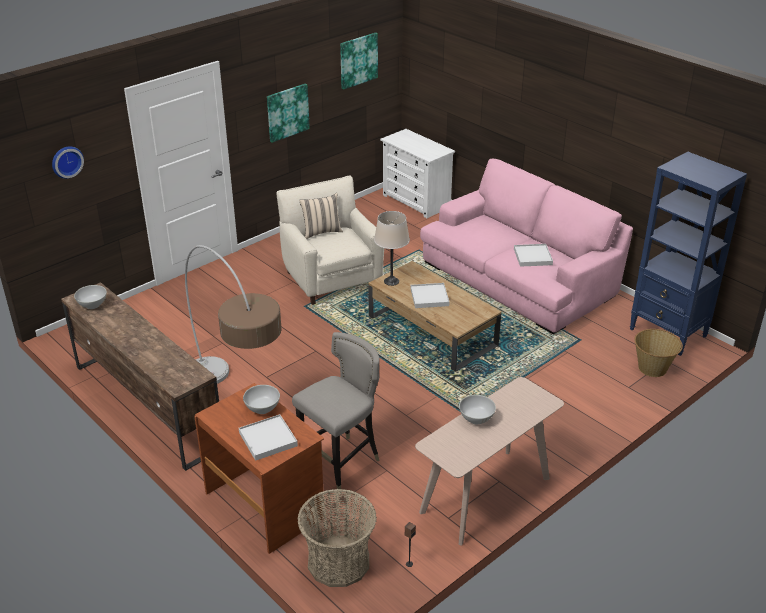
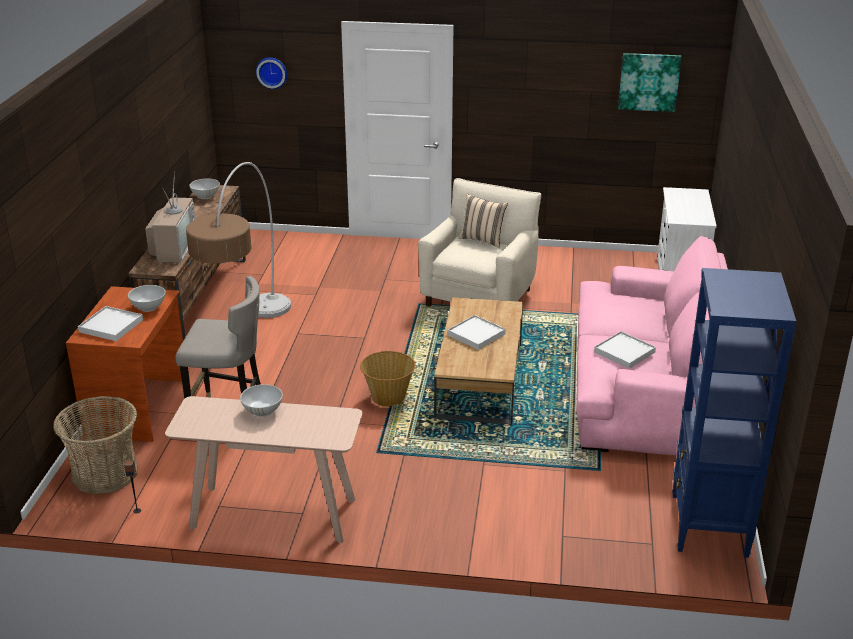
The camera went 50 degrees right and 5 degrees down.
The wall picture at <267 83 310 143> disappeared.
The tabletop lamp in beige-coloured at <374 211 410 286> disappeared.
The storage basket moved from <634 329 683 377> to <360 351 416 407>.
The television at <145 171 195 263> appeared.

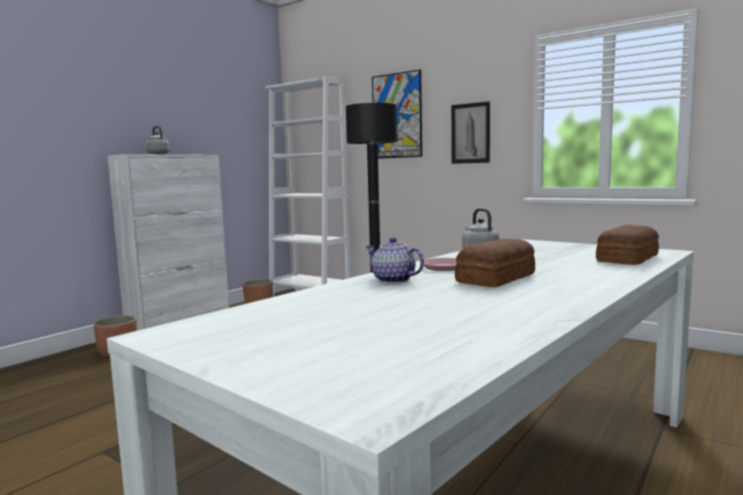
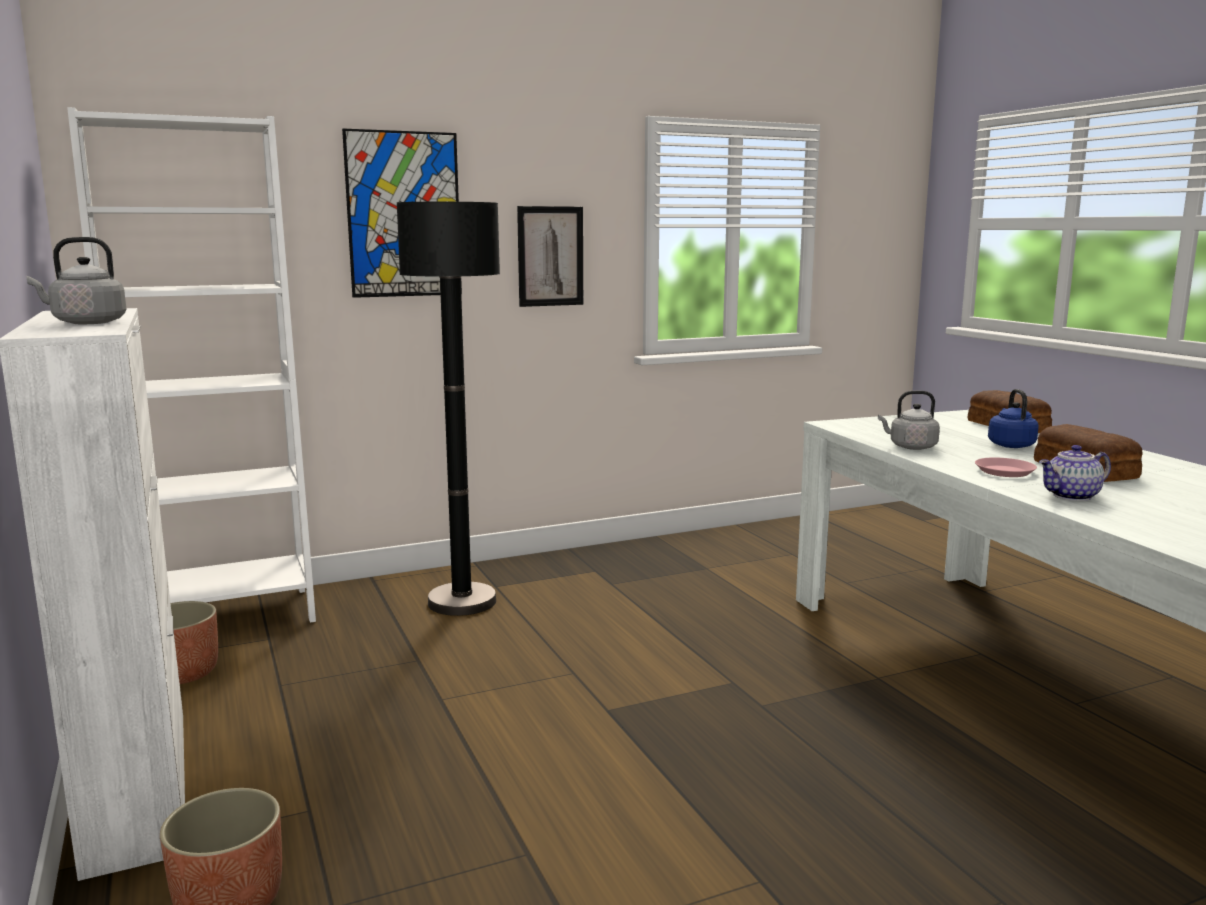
The camera went 60 degrees left and 5 degrees up.
The water kettle in blue at <988 389 1039 448> appeared.

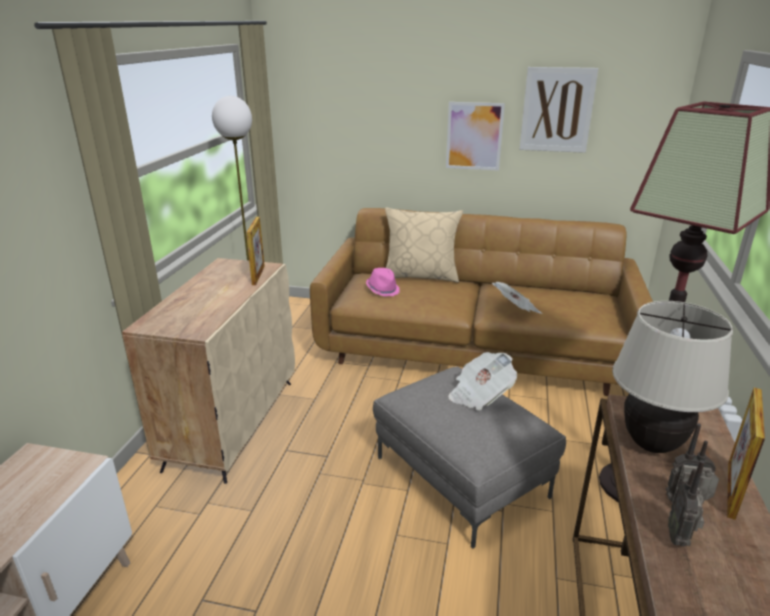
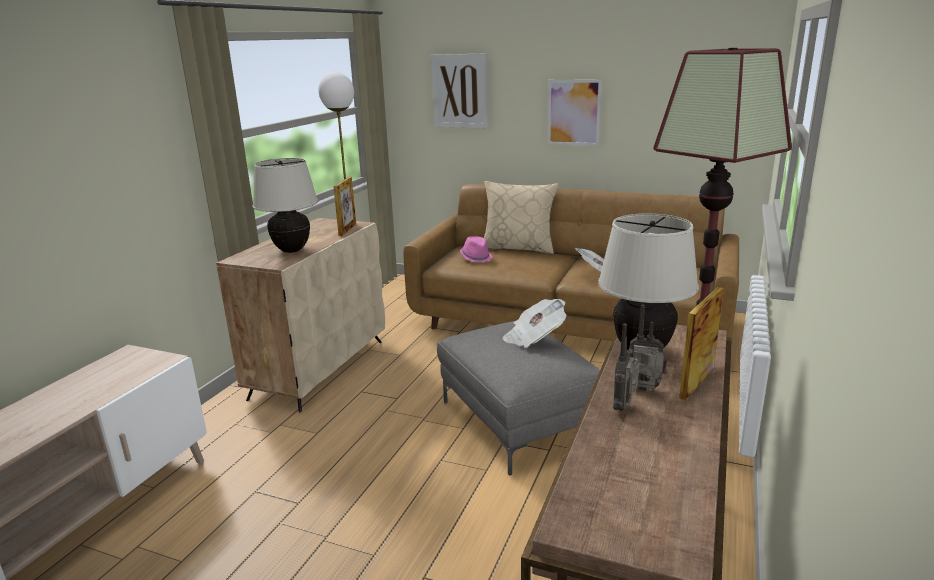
The camera went 10 degrees right and 5 degrees down.
The wall picture moved from <520 67 598 153> to <431 53 488 128>.
The tabletop lamp in beige-coloured at <253 158 318 253> appeared.

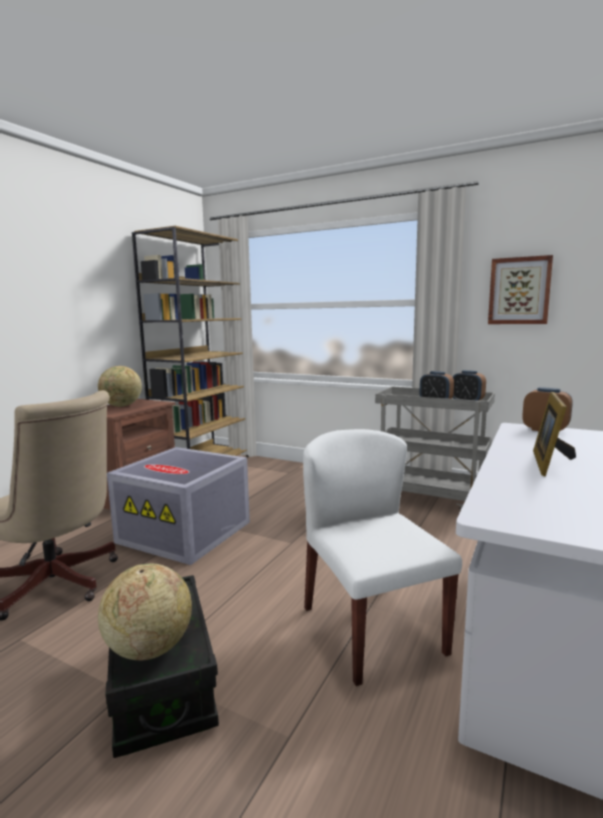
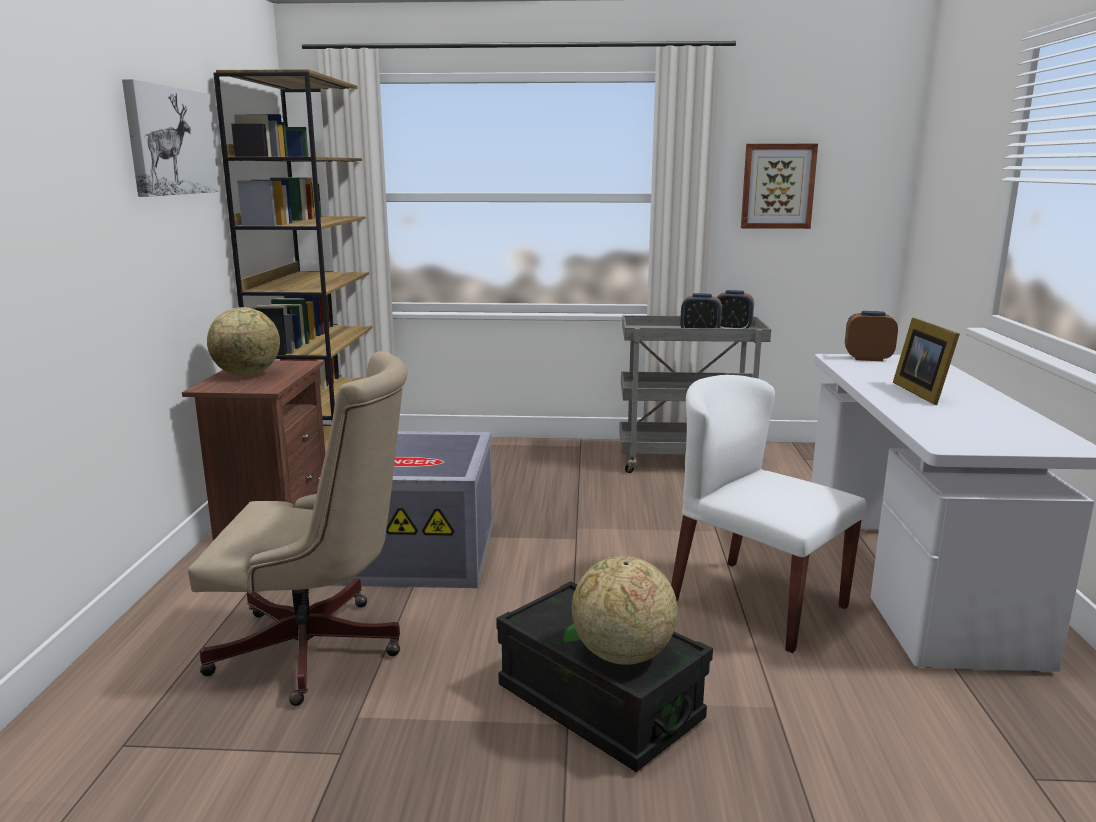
The camera went 25 degrees left and 5 degrees up.
The wall picture at <122 79 219 197> appeared.

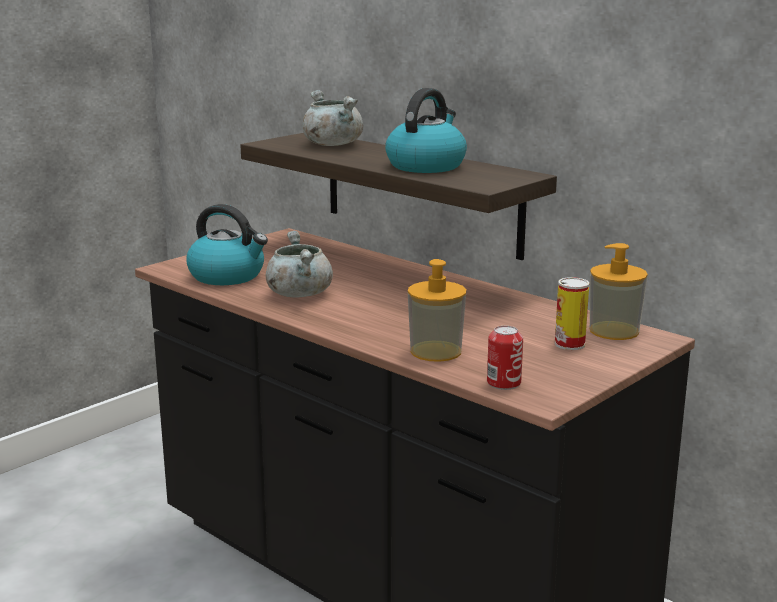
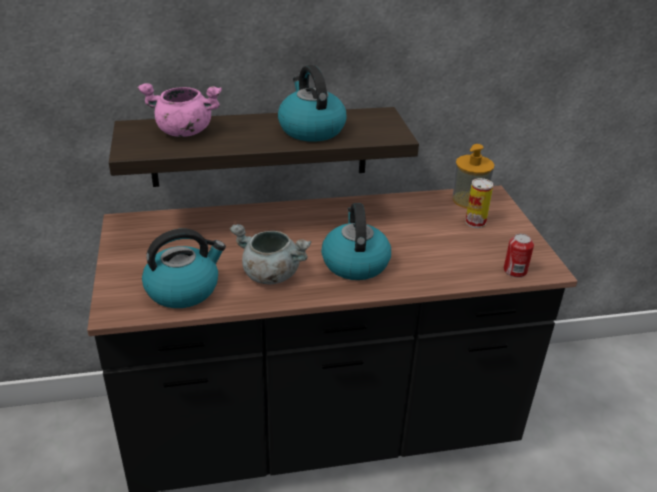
The camera went 55 degrees left and 15 degrees up.
The cooking pot in grey at <303 90 363 146> became the cooking pot in pinkish at <137 83 222 137>.
The soap dispenser at <408 259 466 362> disappeared.
The water kettle at <321 203 391 280> appeared.

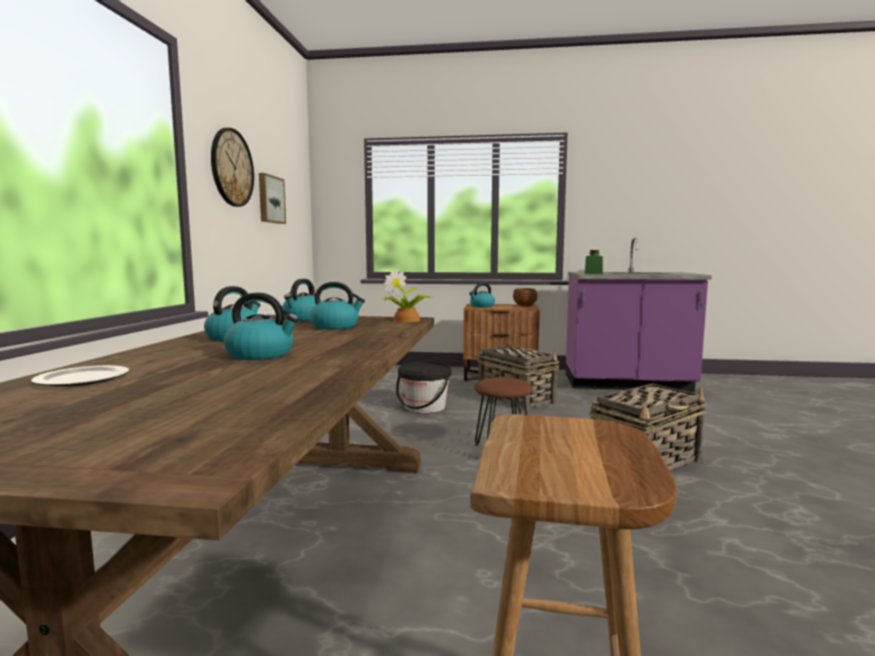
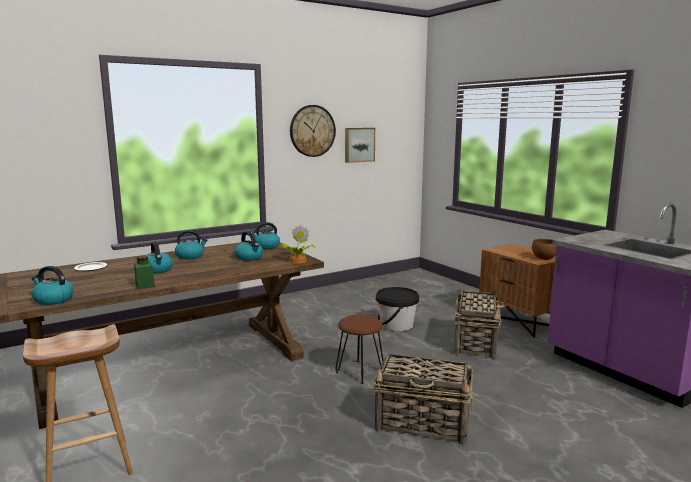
The camera went 50 degrees right and 5 degrees up.
The preserve jar in green moved from <585 250 603 274> to <134 256 155 289>.
The water kettle moved from <469 283 495 308> to <31 266 74 305>.

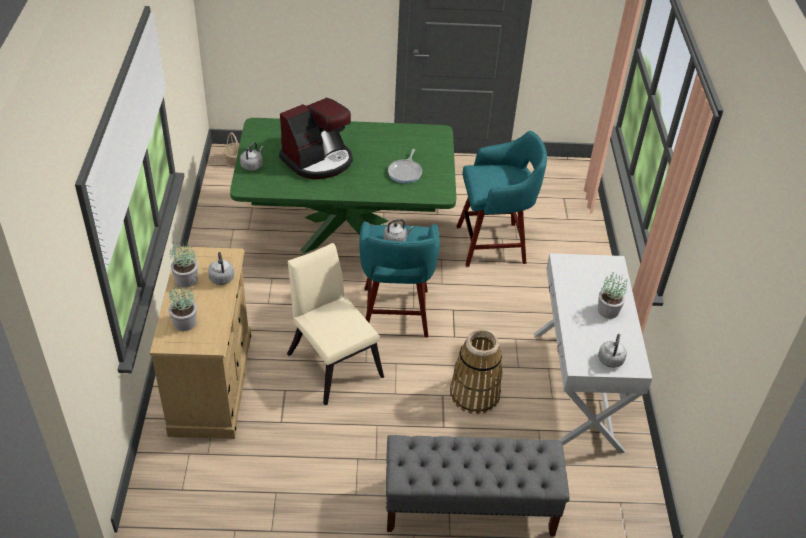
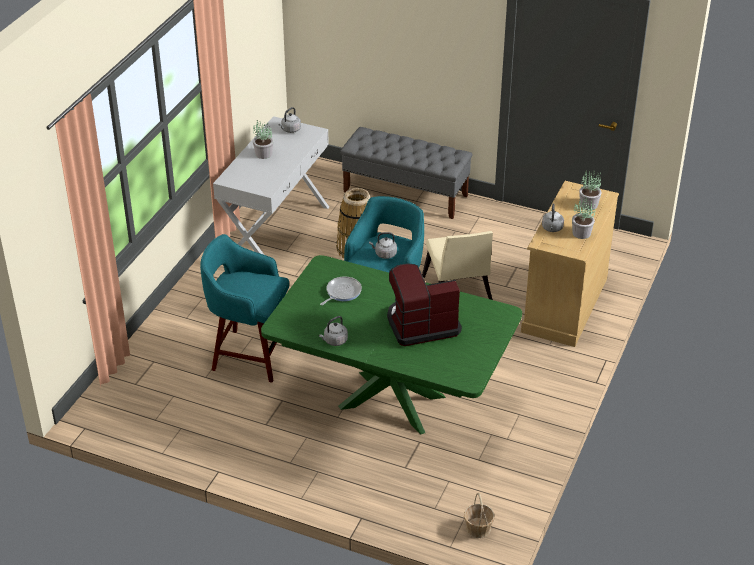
The camera went 155 degrees left and 5 degrees down.
The water kettle in grey moved from <240 142 264 171> to <319 316 348 346>.

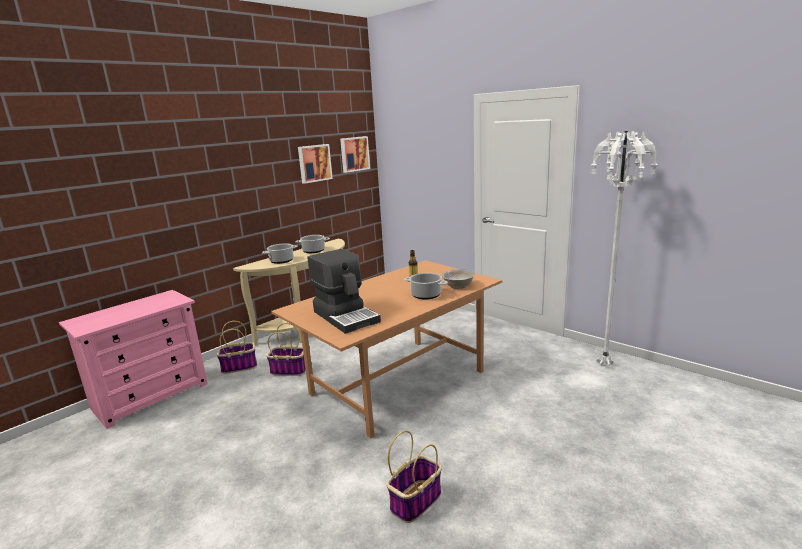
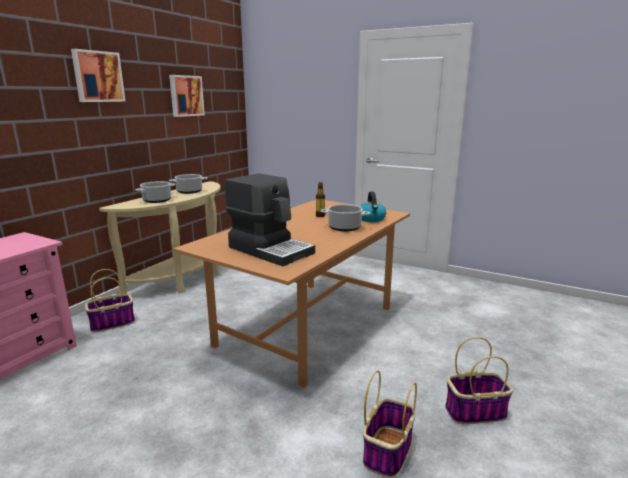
The camera went 15 degrees left and 0 degrees up.
The standing lamp in whitish at <591 131 658 367> disappeared.
The wall picture moved from <340 136 370 173> to <71 49 126 102>.
The deep dish in whitish at <442 269 475 289> was replaced by the water kettle at <360 191 386 222>.
The storage basket moved from <266 323 306 376> to <445 337 513 424>.

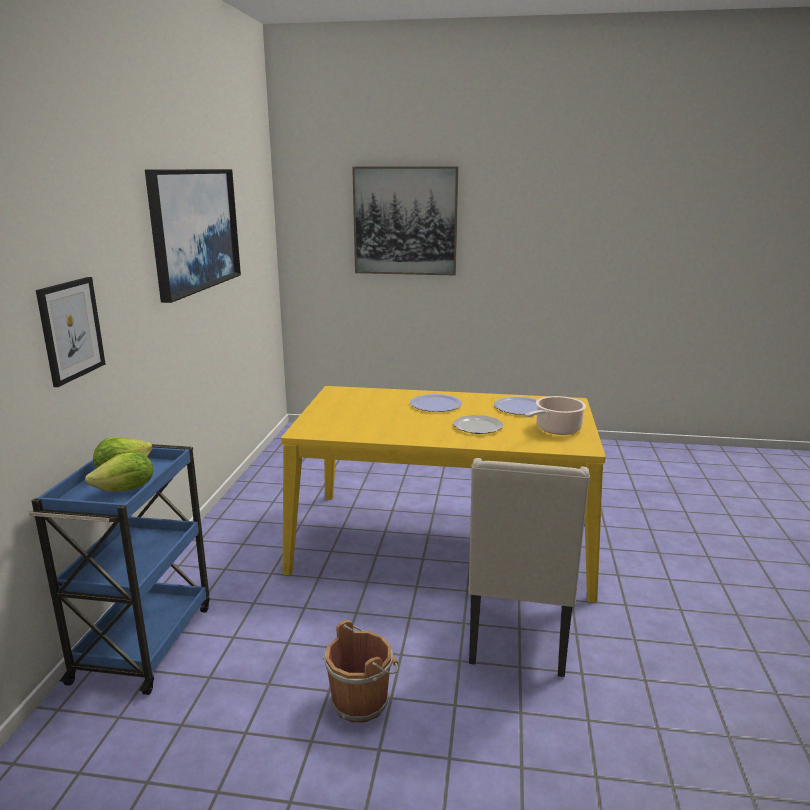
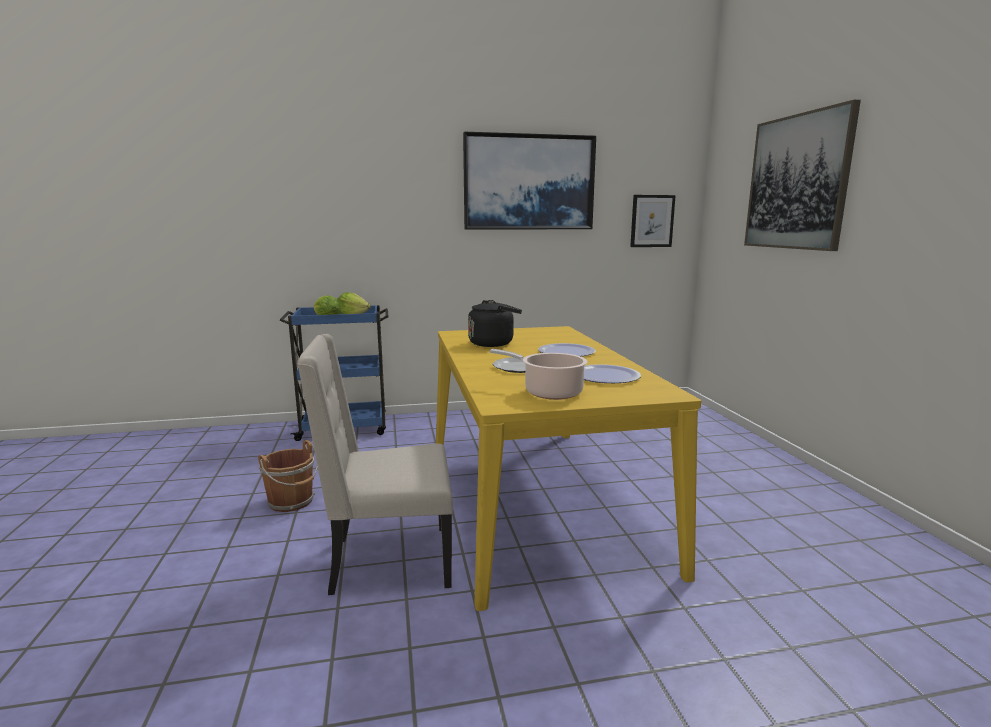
The camera went 70 degrees right and 5 degrees down.
The wall picture moved from <36 277 105 387> to <630 195 676 247>.
The water kettle in black at <468 300 522 347> appeared.

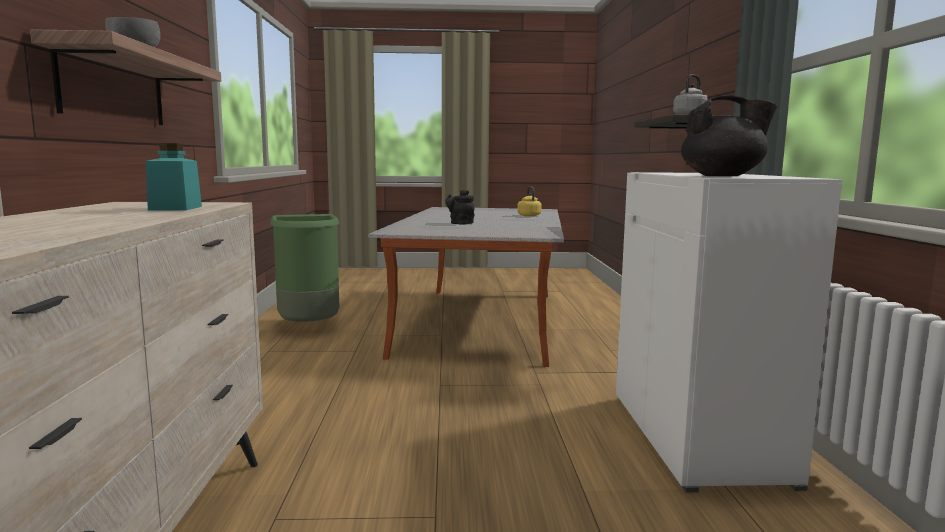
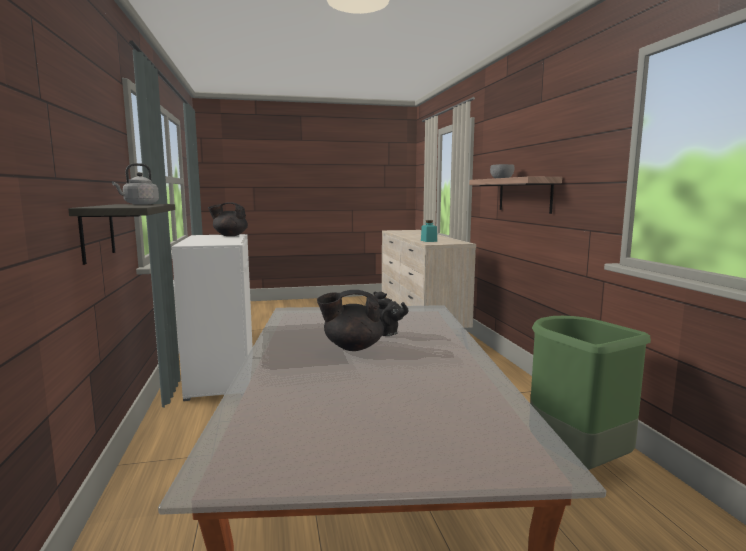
The camera went 170 degrees right and 0 degrees up.
The water kettle in yellowish at <517 186 542 217> disappeared.
The teapot in black at <317 290 384 351> appeared.

